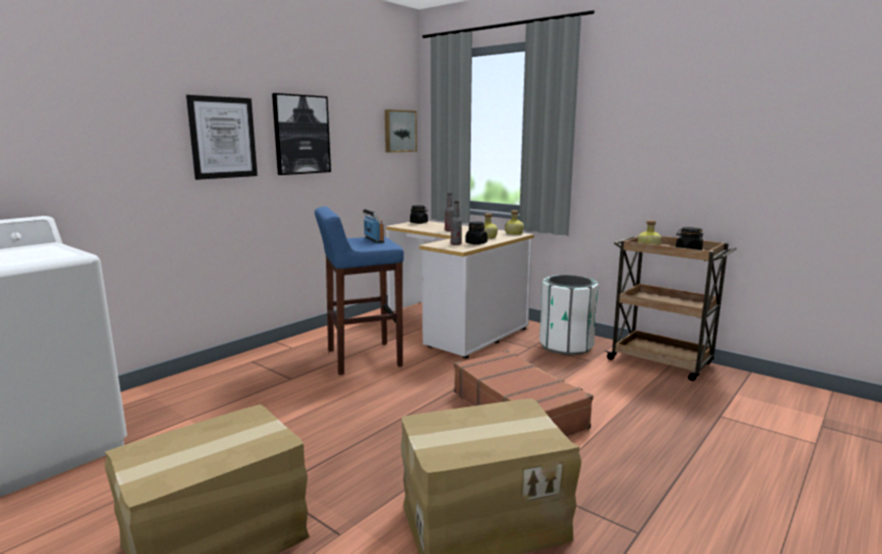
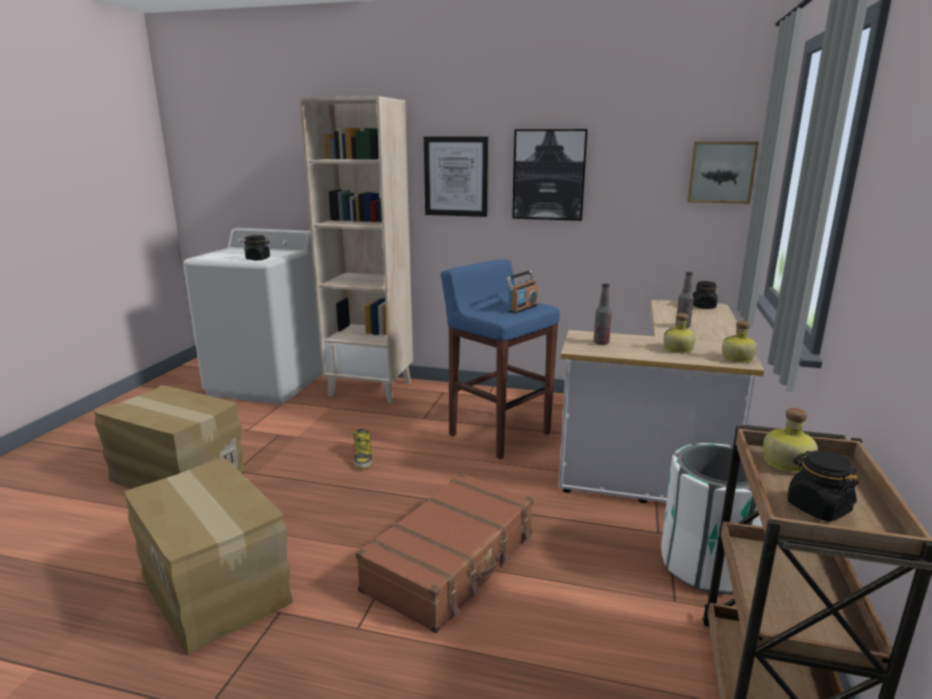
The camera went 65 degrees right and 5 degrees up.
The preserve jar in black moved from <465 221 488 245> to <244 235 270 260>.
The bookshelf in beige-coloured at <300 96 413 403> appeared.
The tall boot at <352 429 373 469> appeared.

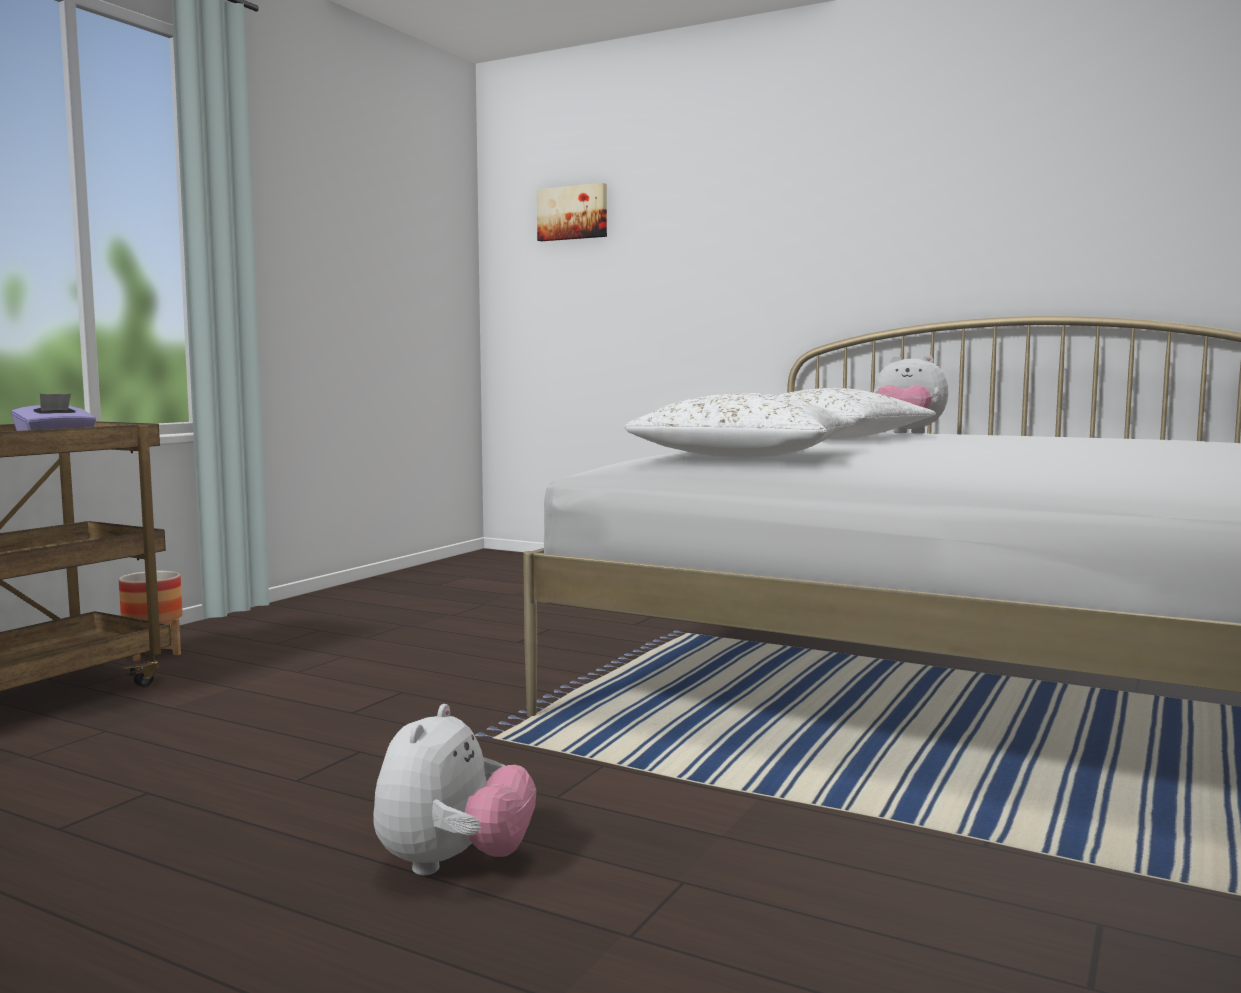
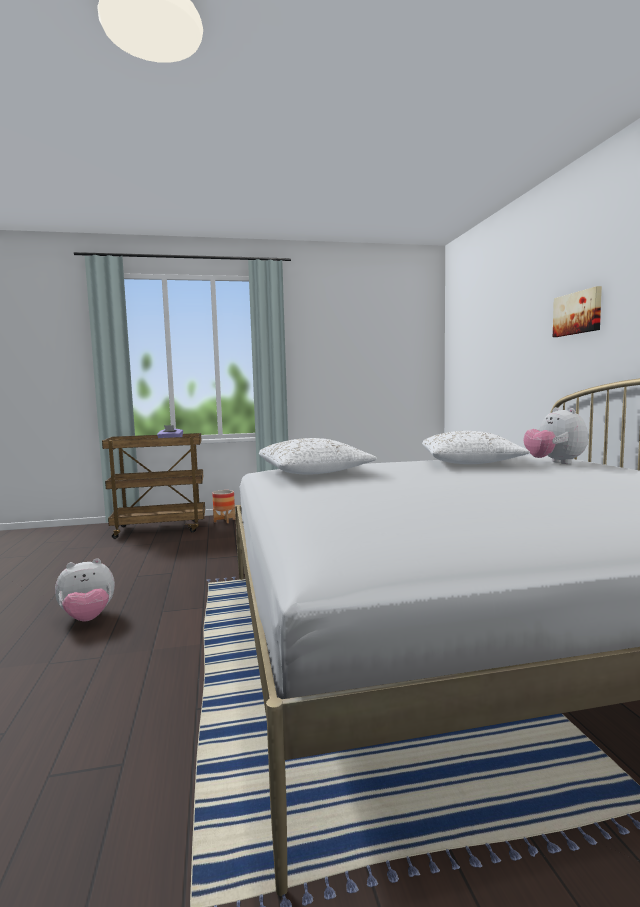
The camera went 50 degrees right and 0 degrees up.
The wall picture moved from <537 183 607 241> to <553 286 602 337>.

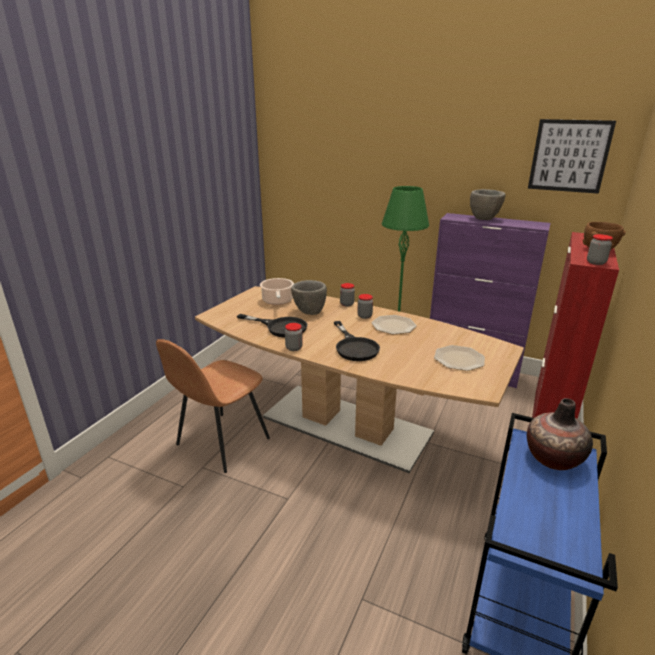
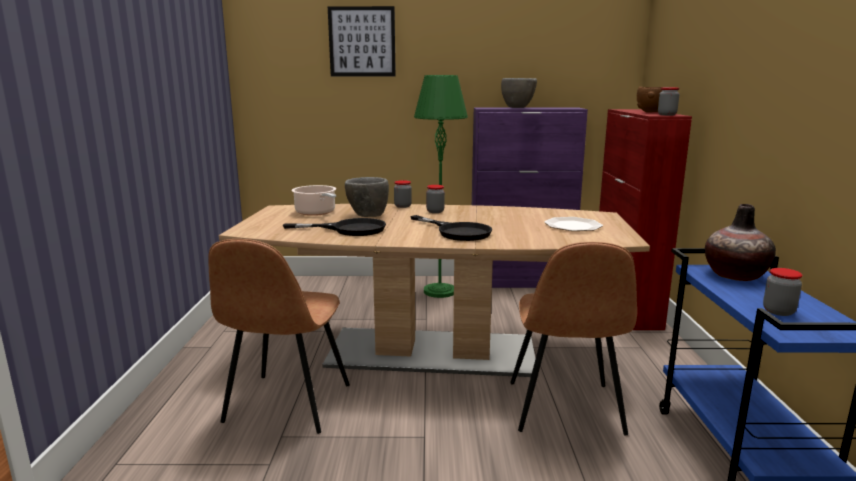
The camera went 25 degrees left and 10 degrees down.
The wall picture moved from <528 119 616 194> to <328 6 396 76>.
The dinner plate at <371 315 417 334> disappeared.
The preserve jar moved from <285 323 303 351> to <763 268 802 316>.
The plain chair in brown at <510 242 637 435> appeared.

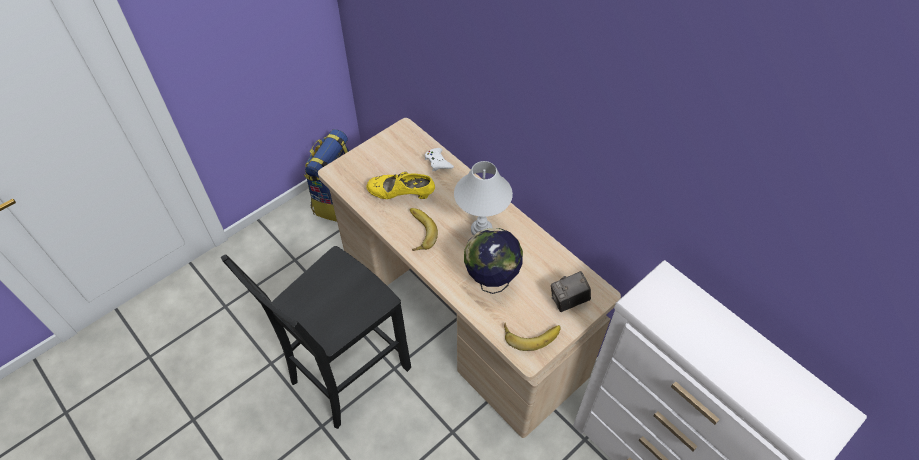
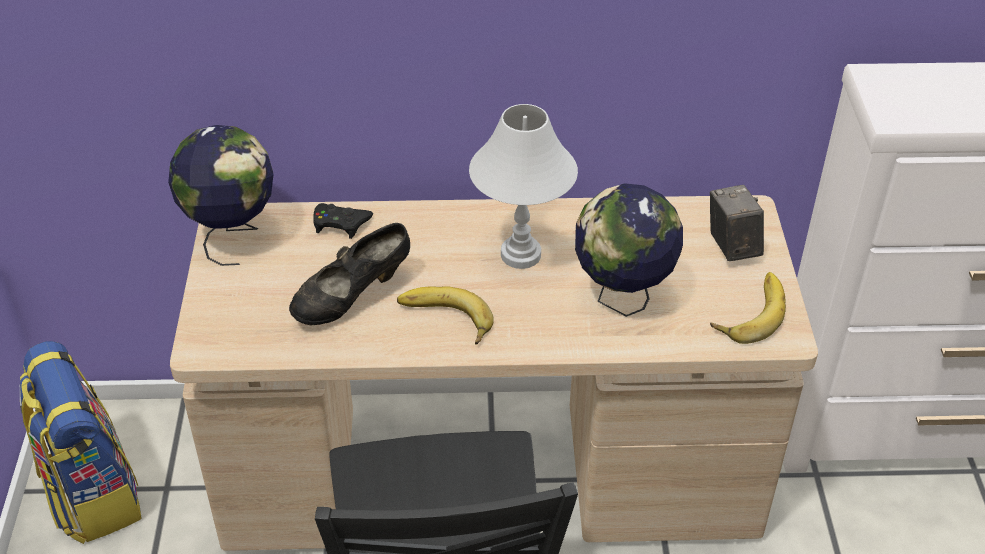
The camera went 50 degrees left and 10 degrees down.
The joypad in whitish at <425 148 454 171> became the joypad in black at <314 203 373 239>.
The low shoe in yellowish at <366 172 435 199> became the low shoe in black at <289 223 410 326>.
The still camera at <551 271 591 312> turned 150 degrees clockwise.
The globe at <168 125 273 266> appeared.

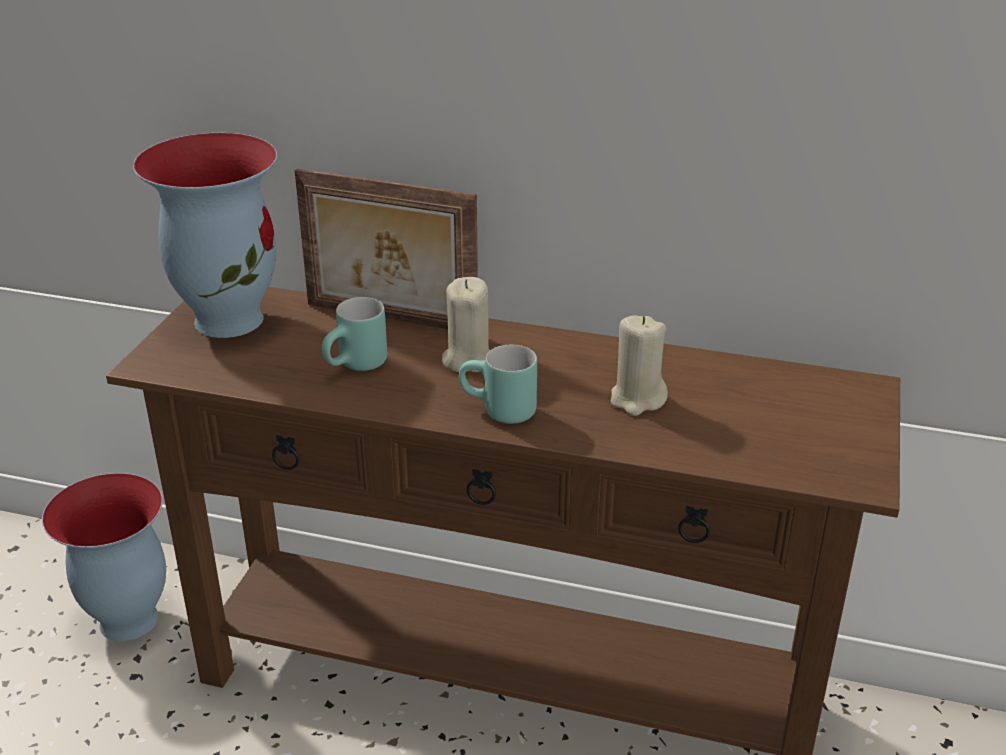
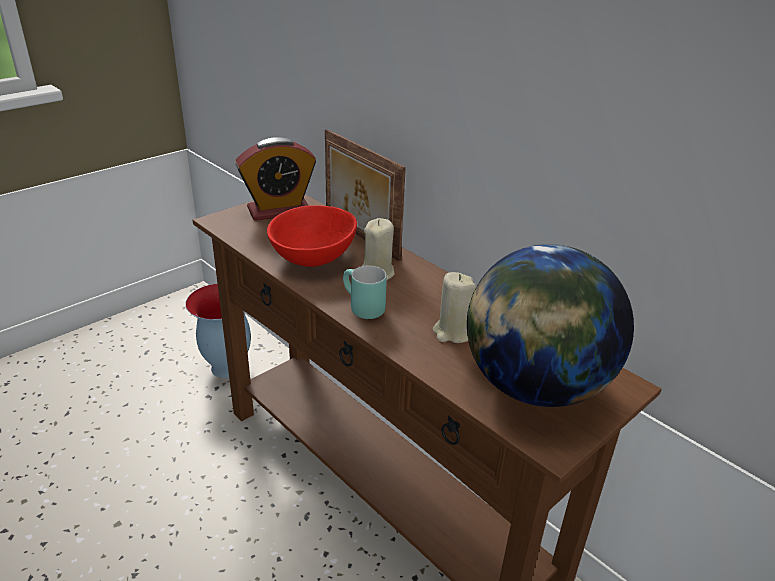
The camera went 30 degrees right and 0 degrees up.
The flower vase at <133 133 277 338> was replaced by the alarm clock at <235 137 316 221>.
The mug in blue-green at <322 297 387 371> was replaced by the deep dish in reddish at <267 205 357 267>.
The globe at <467 244 634 407> appeared.

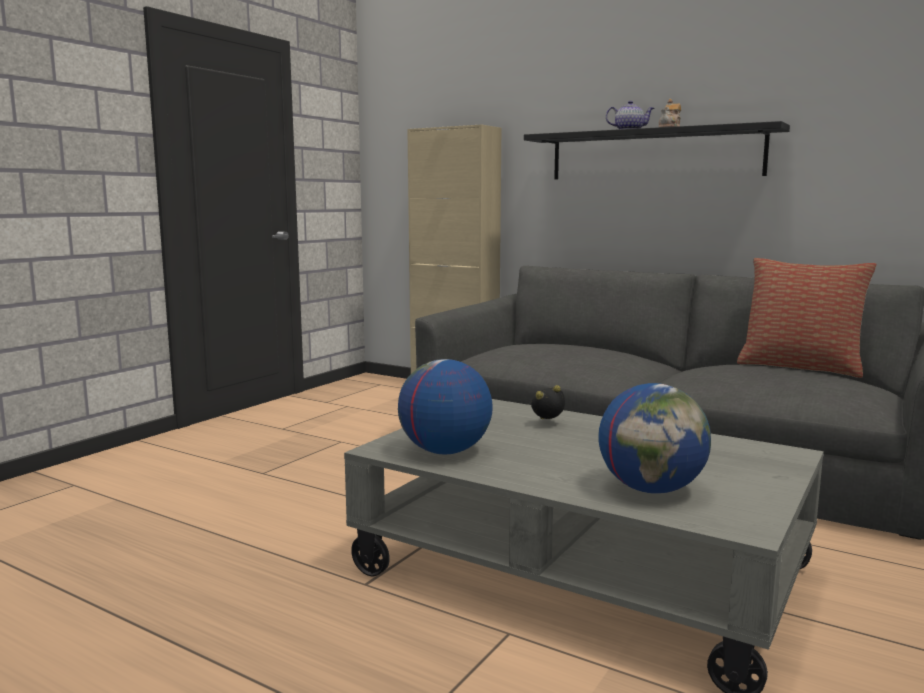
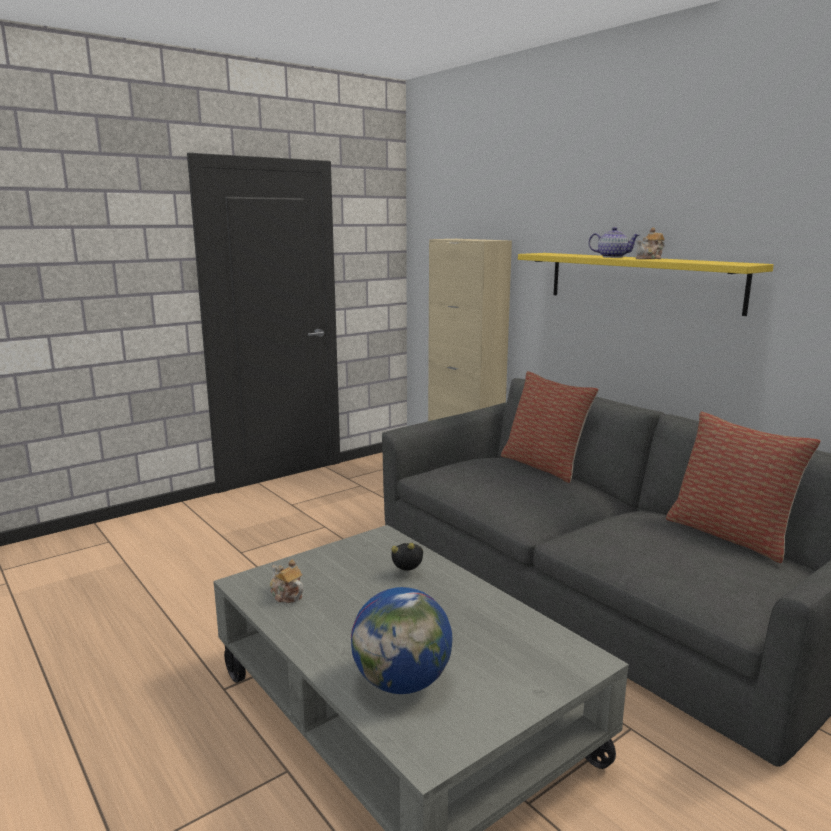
The camera went 20 degrees right and 5 degrees up.
The bracket shelf in black at <524 121 790 179> became the bracket shelf in yellowish at <518 253 774 316>.
The globe at <398 359 493 454> was replaced by the teapot at <270 559 304 603>.
The pillow at <501 371 599 483> appeared.

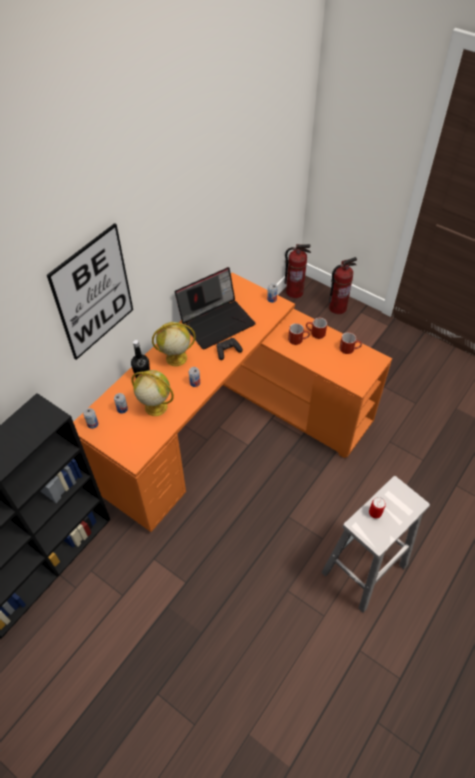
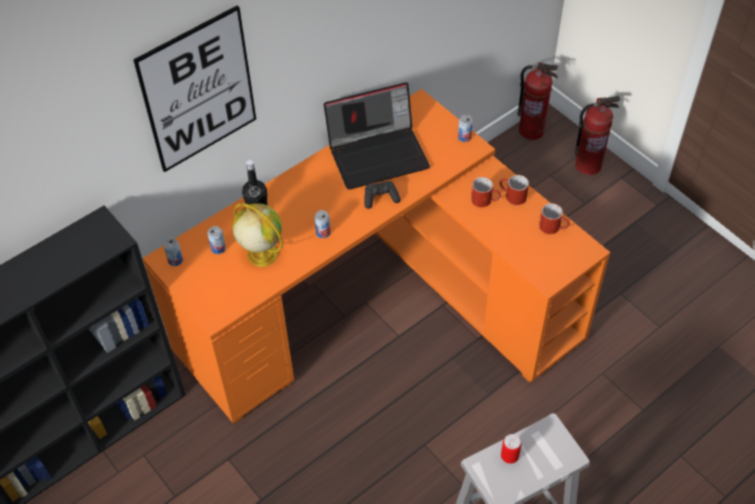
The camera went 15 degrees right and 0 degrees up.
The globe at <152 322 196 367> disappeared.

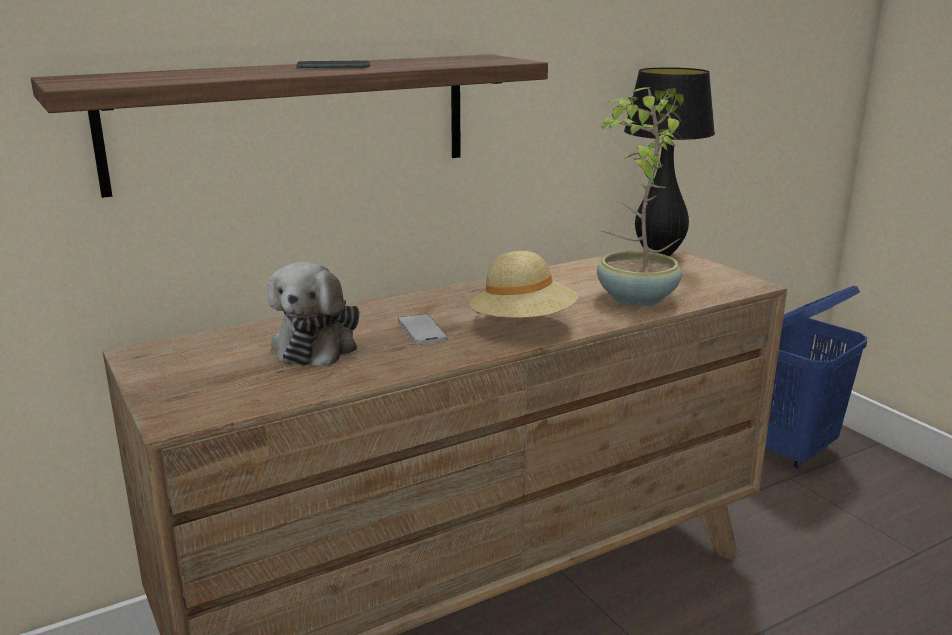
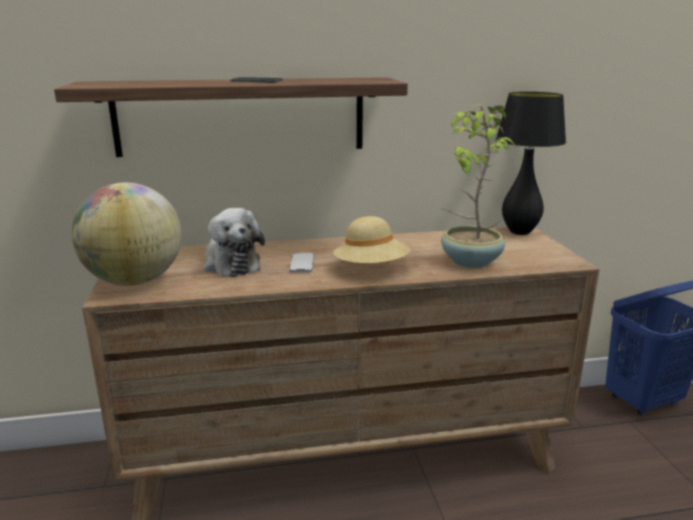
The camera went 20 degrees right and 0 degrees up.
The soft toy at <268 262 359 367> turned 60 degrees counterclockwise.
The globe at <72 183 182 286> appeared.

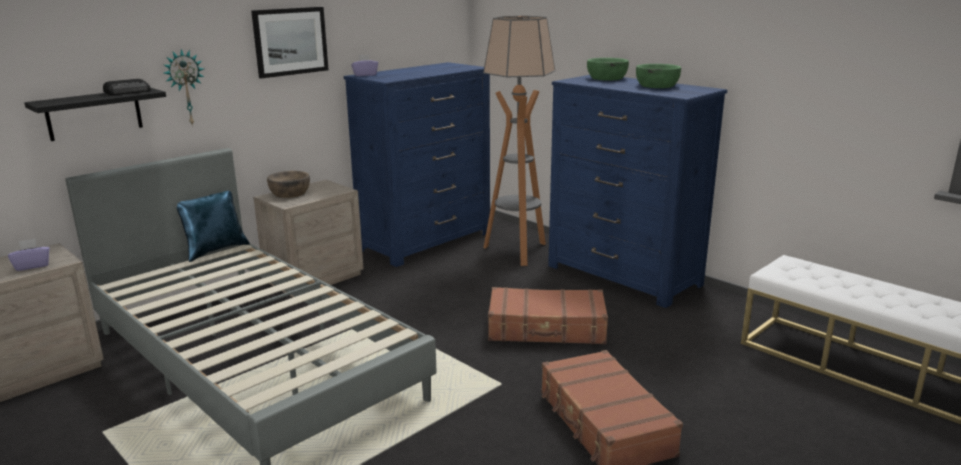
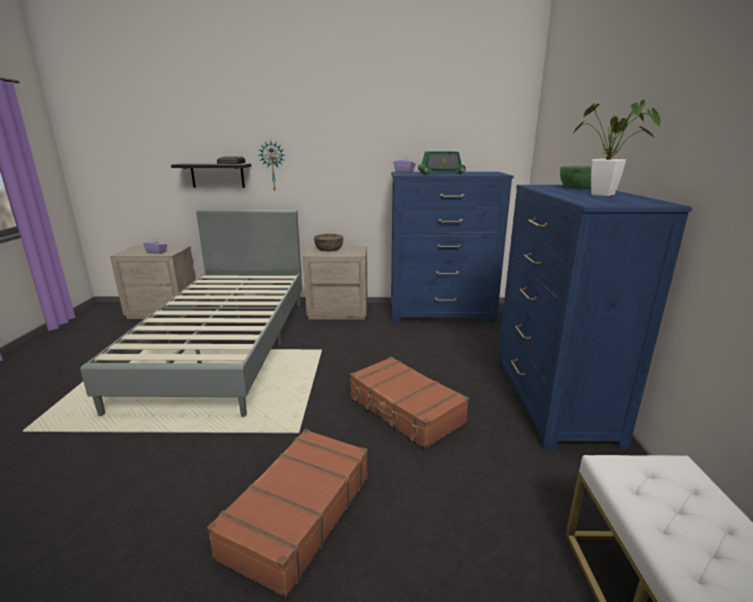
The camera went 45 degrees right and 0 degrees up.
The wall picture at <251 7 329 78> disappeared.
The standing lamp at <483 16 555 266> disappeared.
The deep dish in green at <636 64 681 88> was replaced by the houseplant at <574 99 661 196>.
The pillow in blue at <177 191 250 262> disappeared.
The radio receiver at <418 151 466 175> appeared.

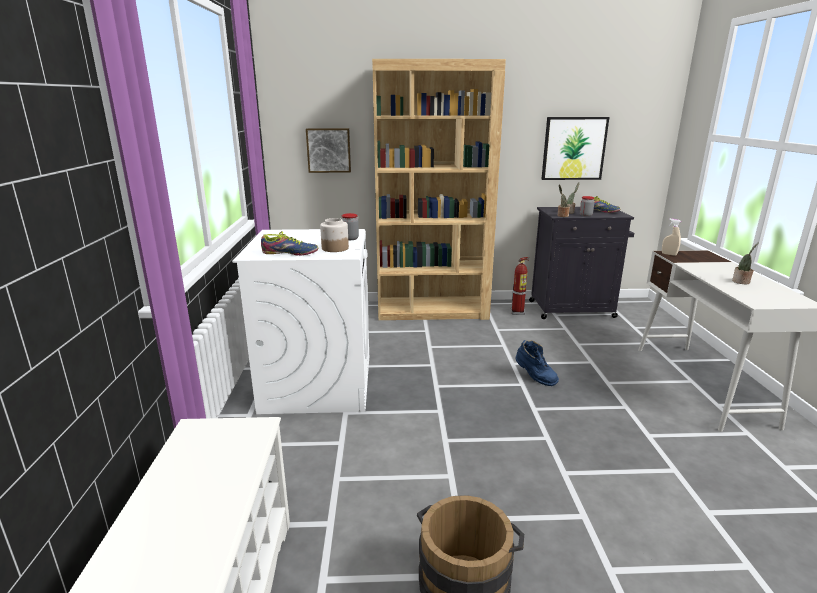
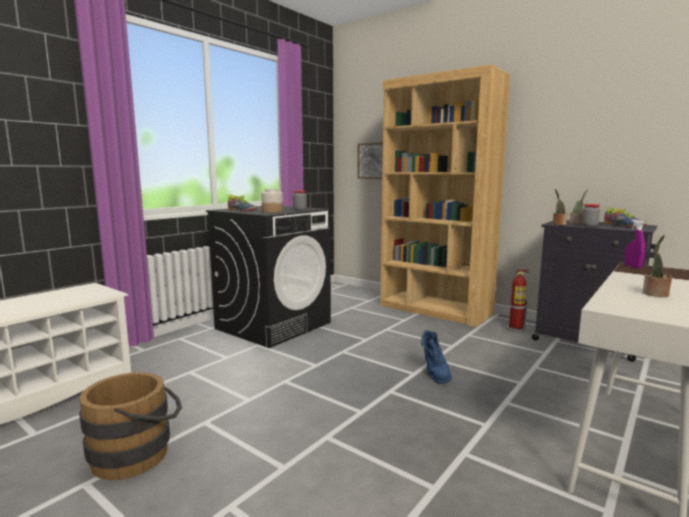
The camera went 40 degrees right and 10 degrees down.
The wall picture at <542 117 609 180> disappeared.
The spray bottle in beige-coloured at <662 219 681 256> became the spray bottle in purple at <624 219 645 268>.
The washing machine in whitish at <232 229 369 414> became the washing machine in black at <206 206 331 348>.

